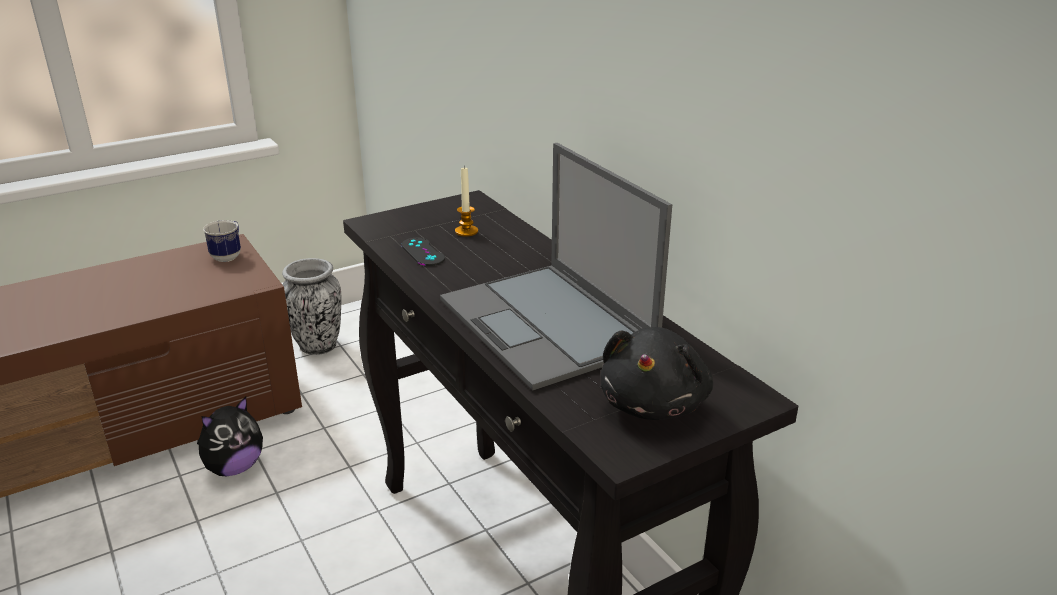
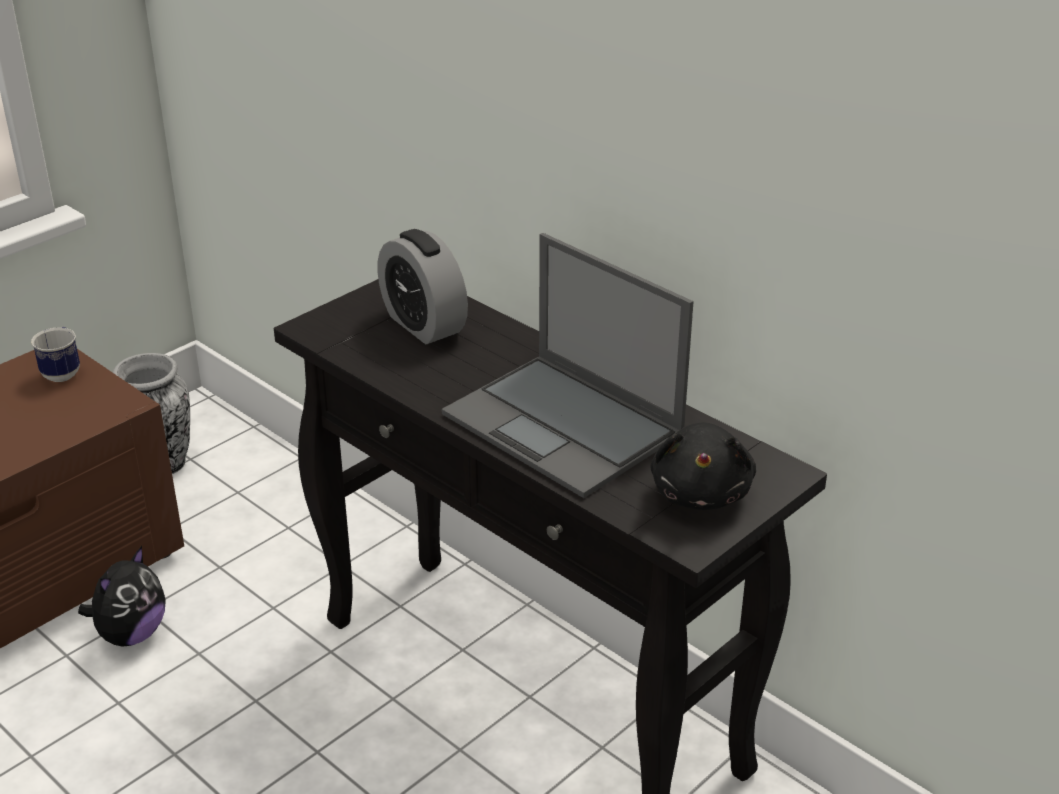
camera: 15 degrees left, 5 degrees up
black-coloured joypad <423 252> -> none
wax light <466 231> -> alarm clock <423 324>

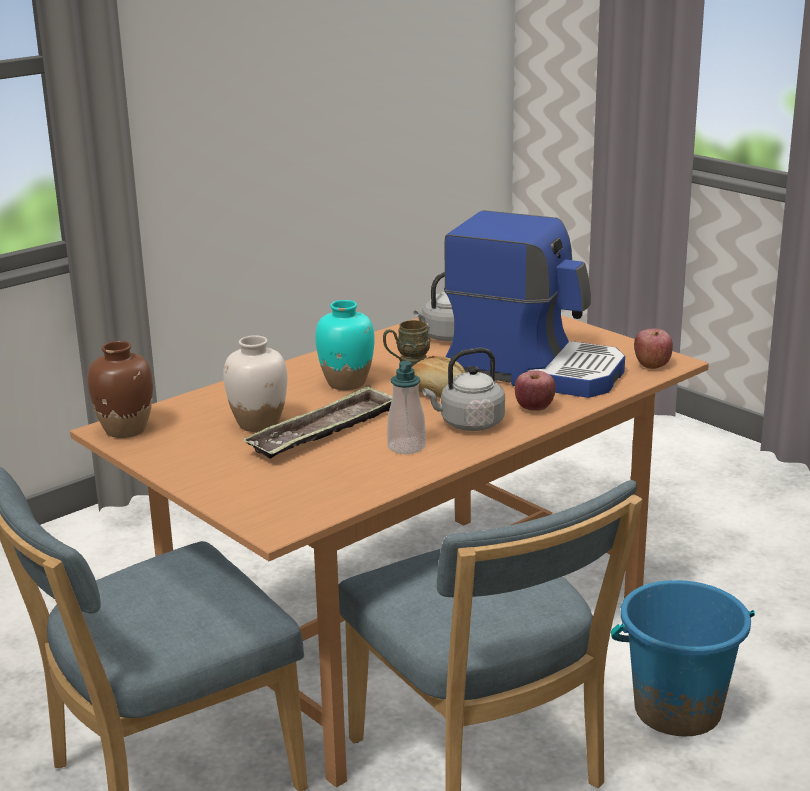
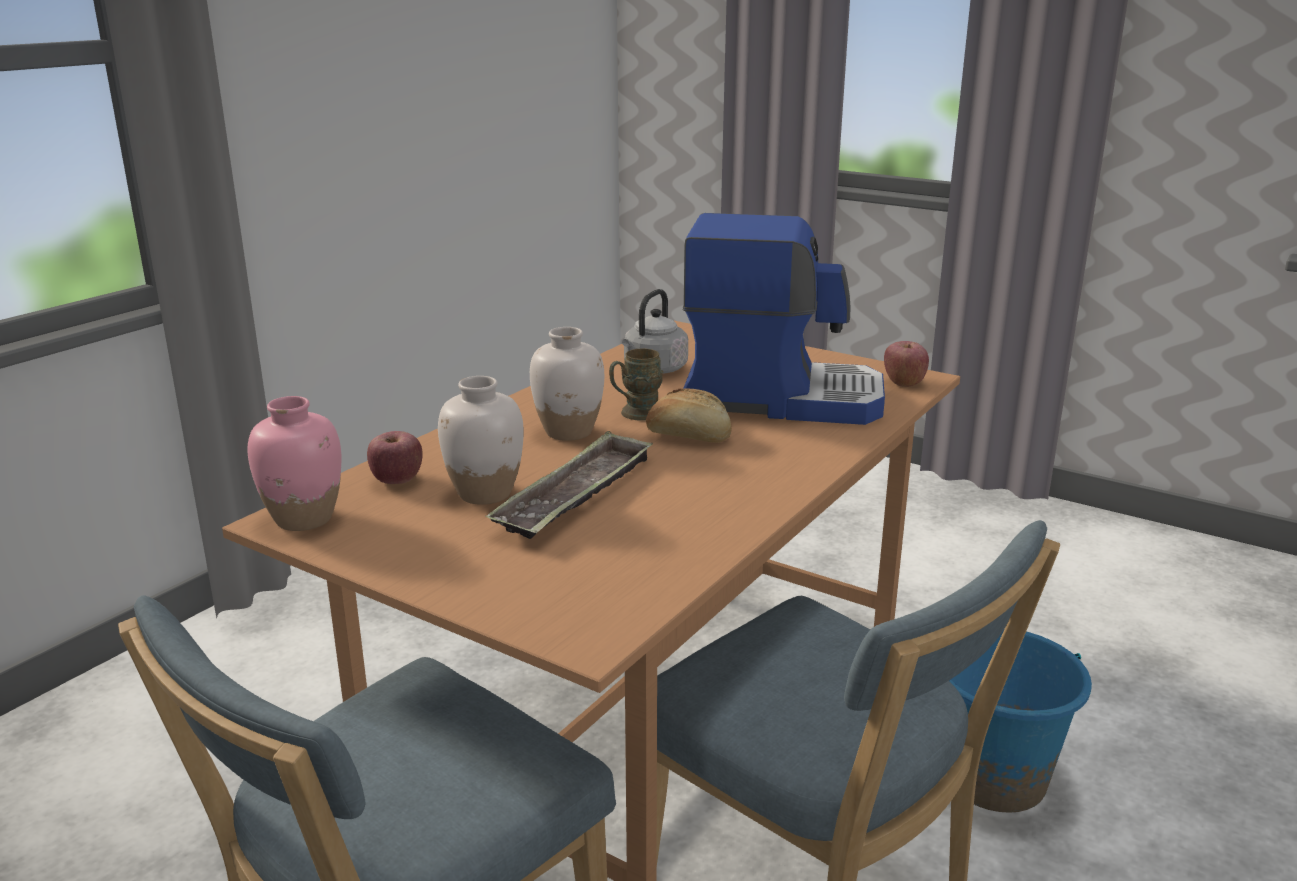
camera: 15 degrees left, 0 degrees up
liquid soap bottle <406 447> -> none
grey water kettle <468 424> -> none
whole apple <534 408> -> whole apple <397 481>, relocated
brown-coloured flower vase <126 430> -> pinkish flower vase <304 518>
turquoise flower vase <346 383> -> white flower vase <569 432>

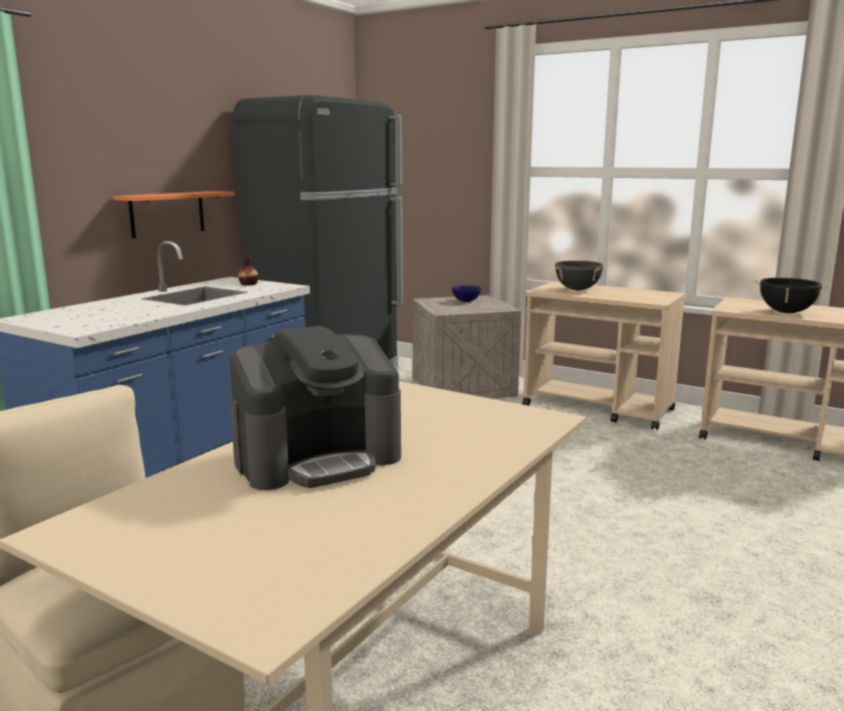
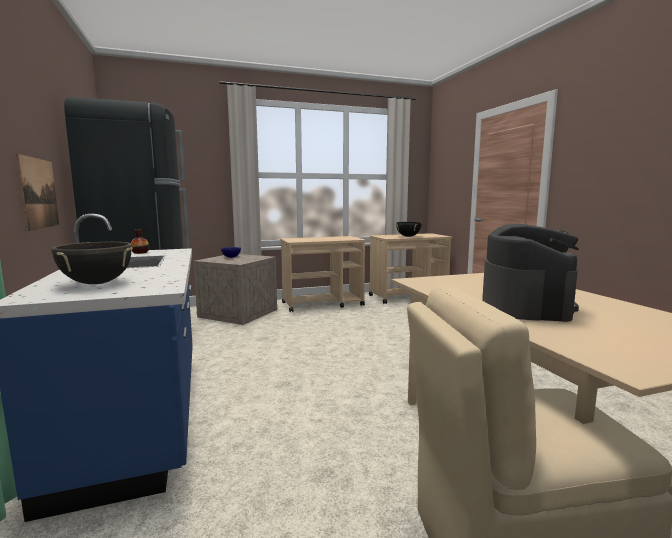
camera: 50 degrees left, 5 degrees down
black-coloured stockpot <577 290> -> black-coloured stockpot <97 283>, relocated
orange wall shelf <167 214> -> picture <39 193>

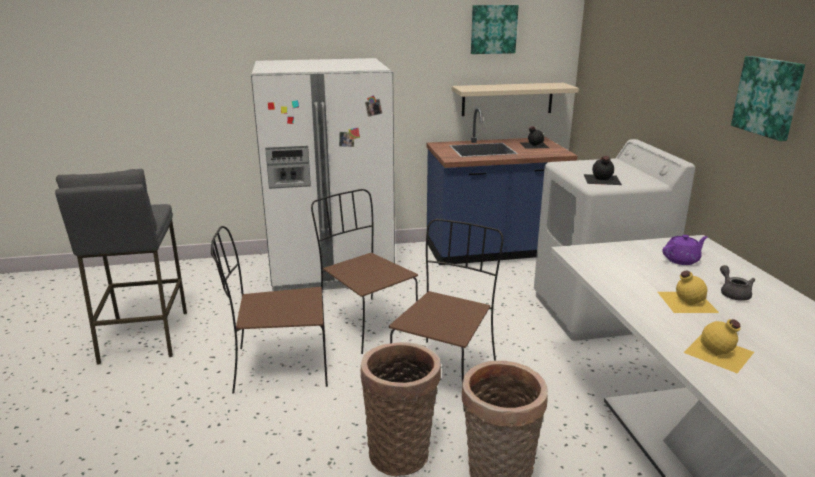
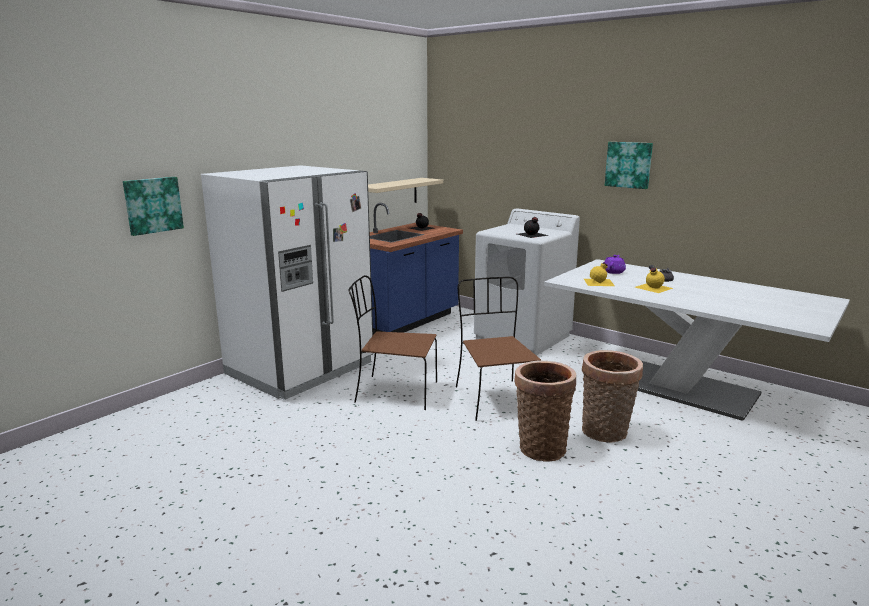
camera: 40 degrees left, 5 degrees down
grey sitting stool <143 337> -> none
brown-coloured chair <278 367> -> none
picture <493 29> -> picture <153 205>, relocated
yellowish drink bottle <719 353> -> yellowish drink bottle <599 282>, relocated

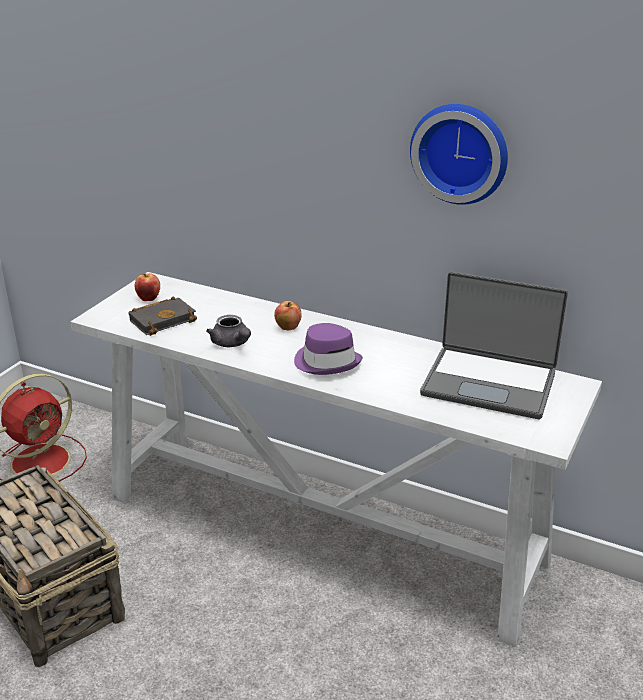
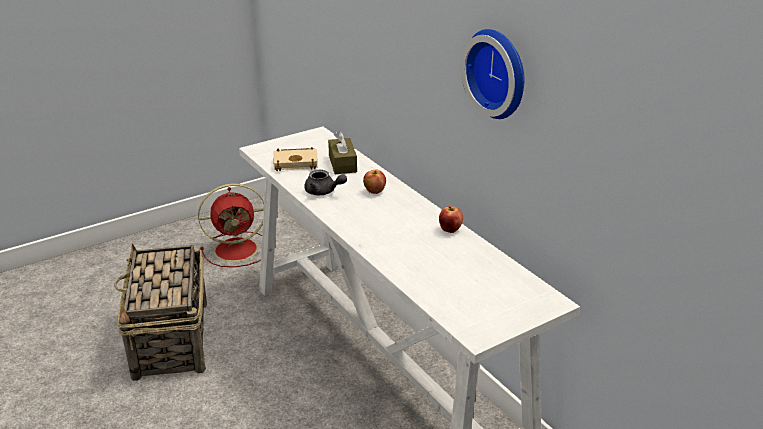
camera: 30 degrees right, 0 degrees up
purple-coloured clothing hat <327 361> -> none
laptop <489 383> -> none
none -> brown-coloured box of tissues <342 164>
whole apple <149 299> -> whole apple <450 230>, relocated
black-coloured book <163 319> -> sand-coloured book <297 162>
grey tea pot <232 343> -> grey tea pot <323 192>, 60 degrees counterclockwise

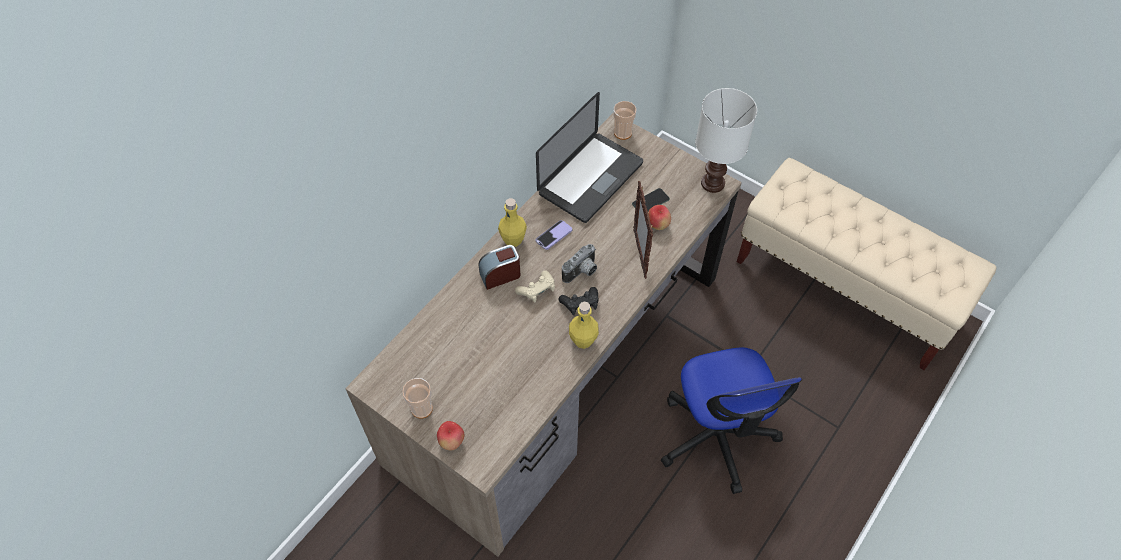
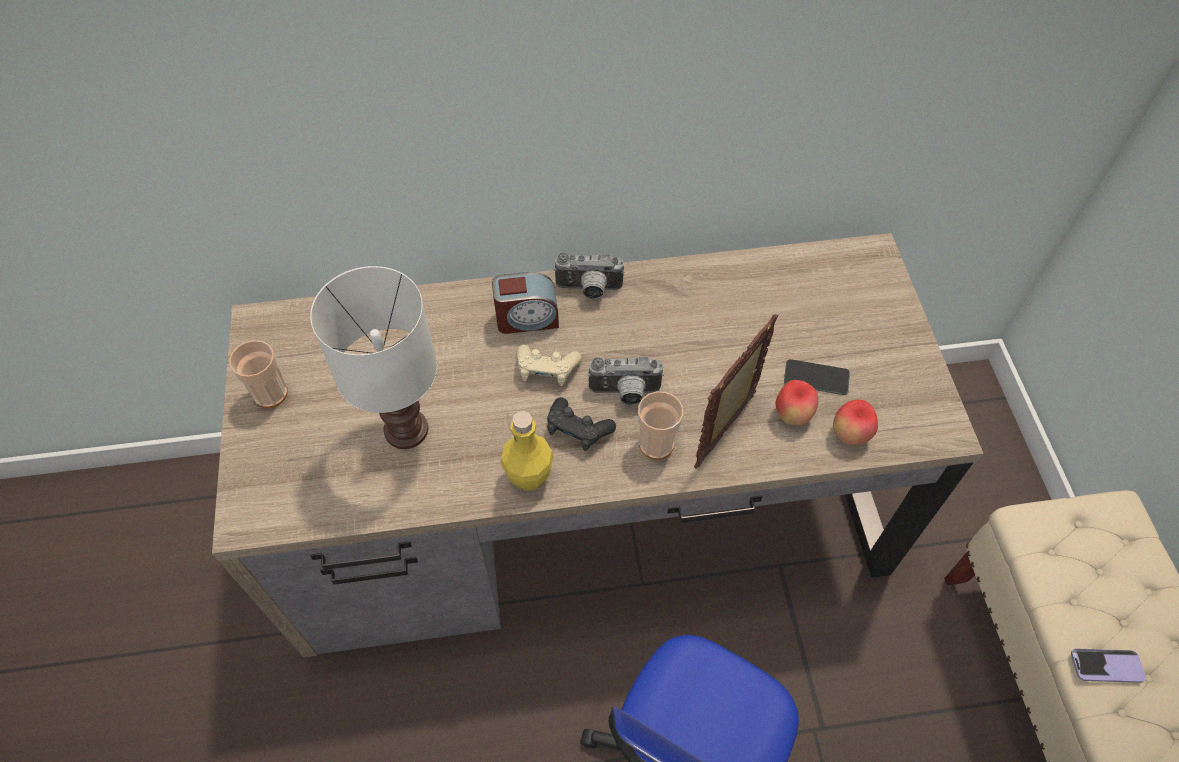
camera: 45 degrees right, 0 degrees up
laptop <590 178> -> none
whole apple <452 441> -> whole apple <849 435>, relocated
phone <554 235> -> phone <1106 666>, relocated
cup <623 133> -> cup <656 444>, relocated
white lamp for a table <712 184> -> white lamp for a table <404 431>, relocated
yellowish drink bottle <513 240> -> photo camera <589 290>
alarm clock <500 275> -> alarm clock <527 318>, 150 degrees clockwise

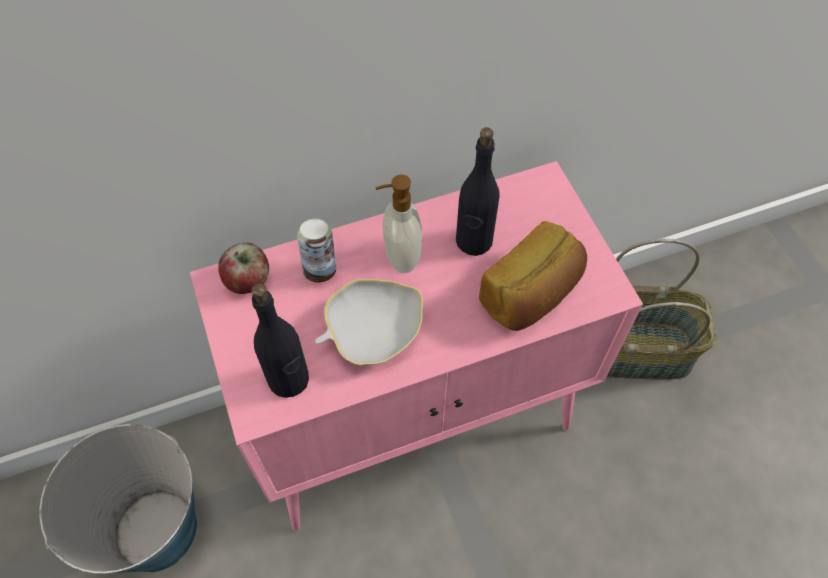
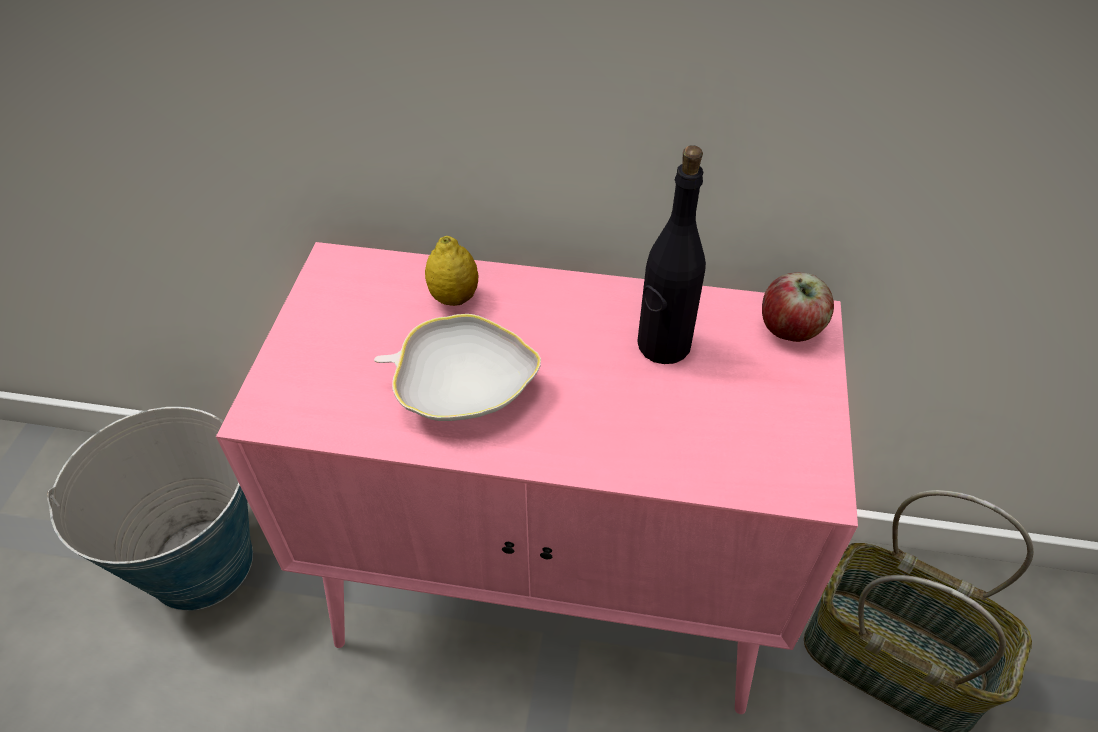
camera: 30 degrees right, 10 degrees down
black-coloured drink bottle <289 380> -> none
liquid soap bottle <400 256> -> none
bakery bread <532 293> -> none
whole apple <248 281> -> whole apple <790 329>, relocated
can <320 269> -> whole lemon <454 297>

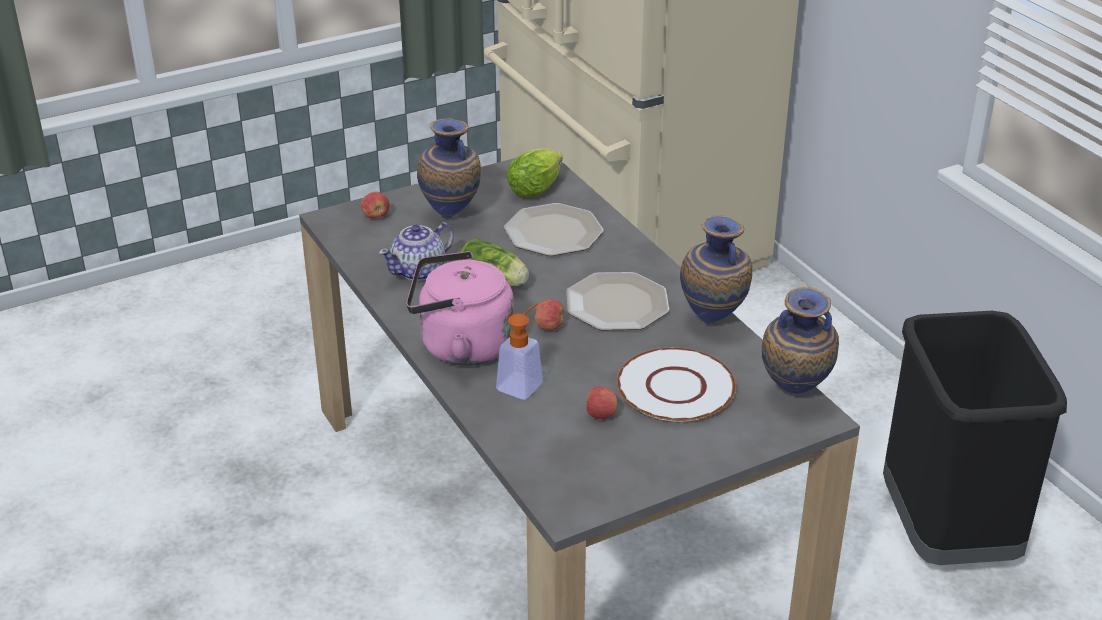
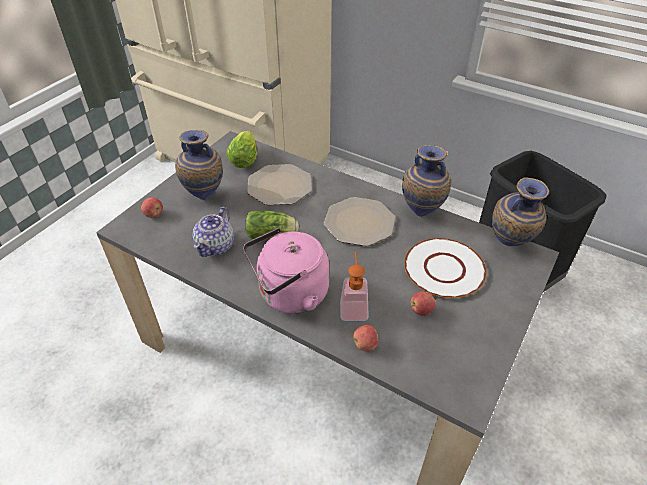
camera: 30 degrees left, 10 degrees up
whole apple <549 326> -> whole apple <365 344>, relocated

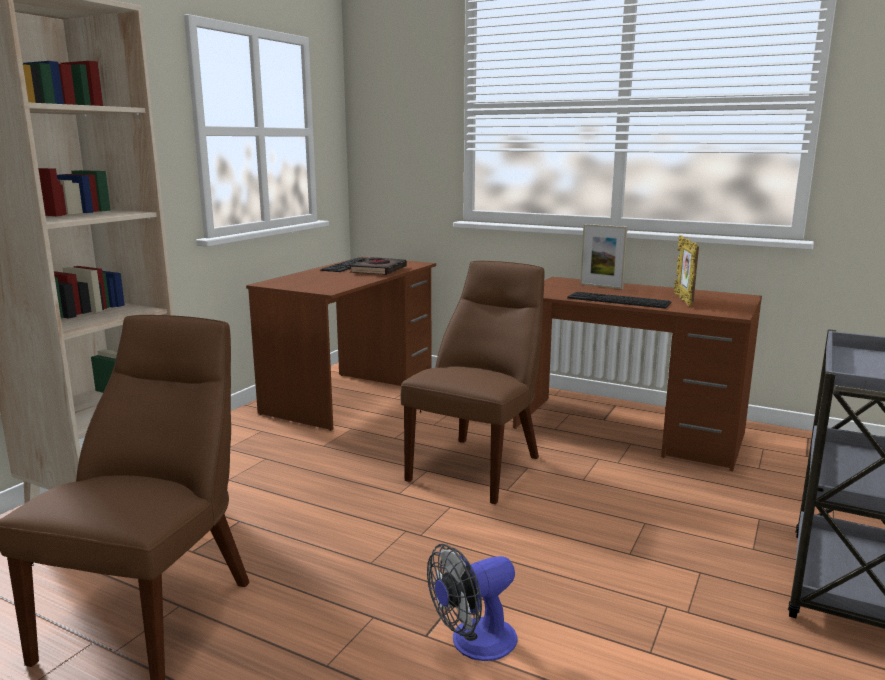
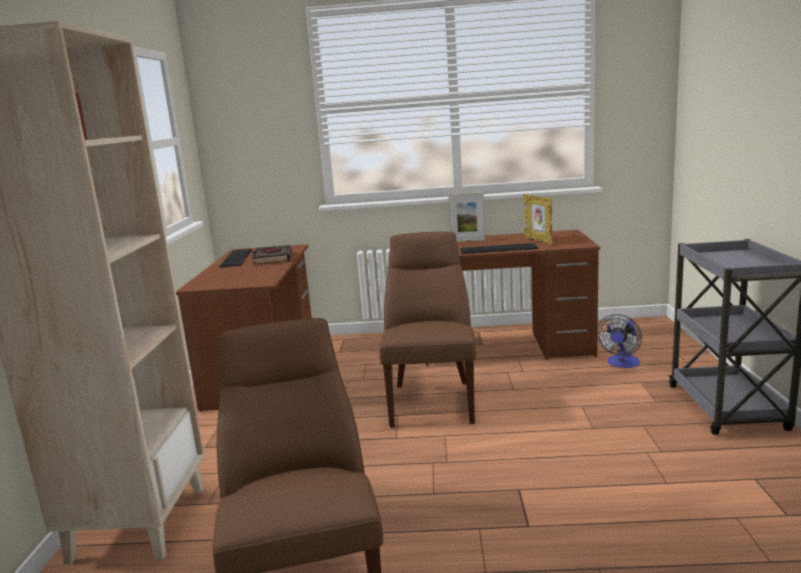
camera: 25 degrees left, 0 degrees up
electric fan <474 643> -> electric fan <621 364>, relocated

